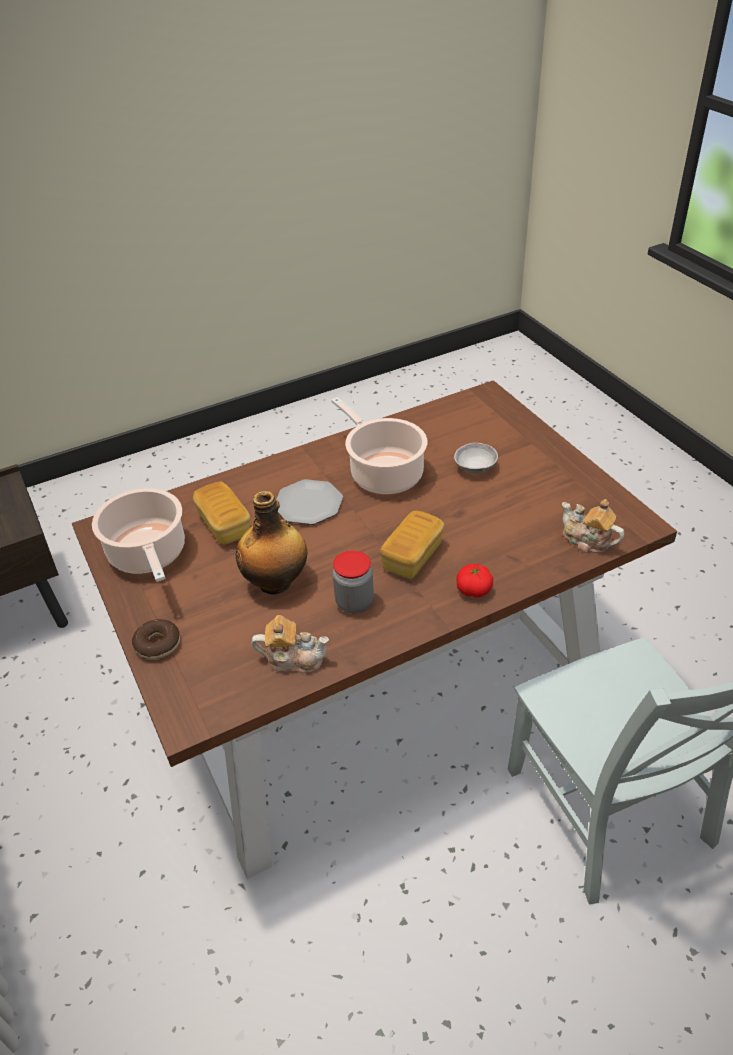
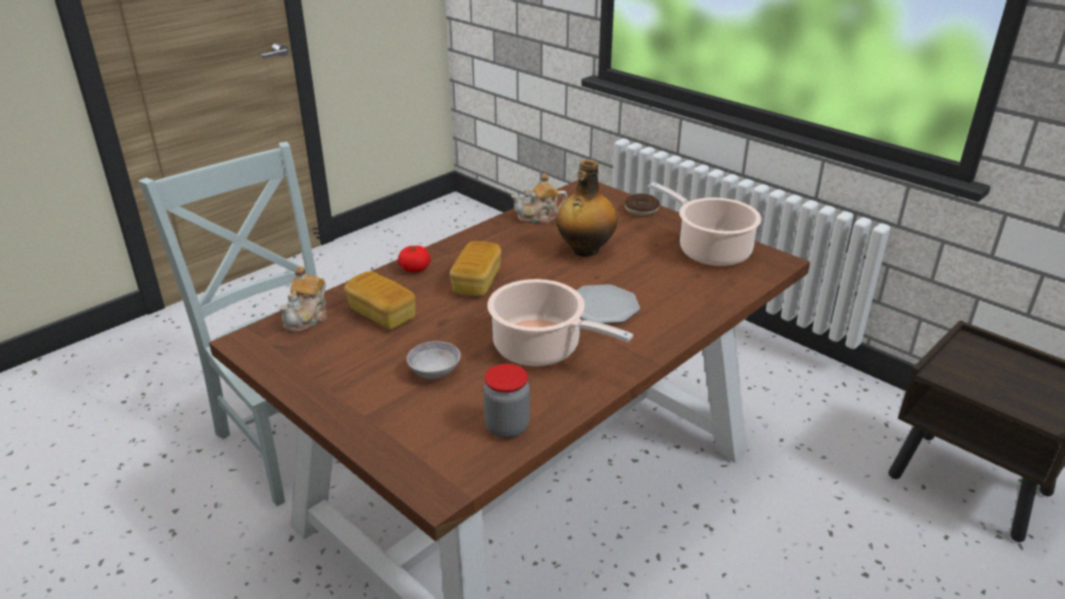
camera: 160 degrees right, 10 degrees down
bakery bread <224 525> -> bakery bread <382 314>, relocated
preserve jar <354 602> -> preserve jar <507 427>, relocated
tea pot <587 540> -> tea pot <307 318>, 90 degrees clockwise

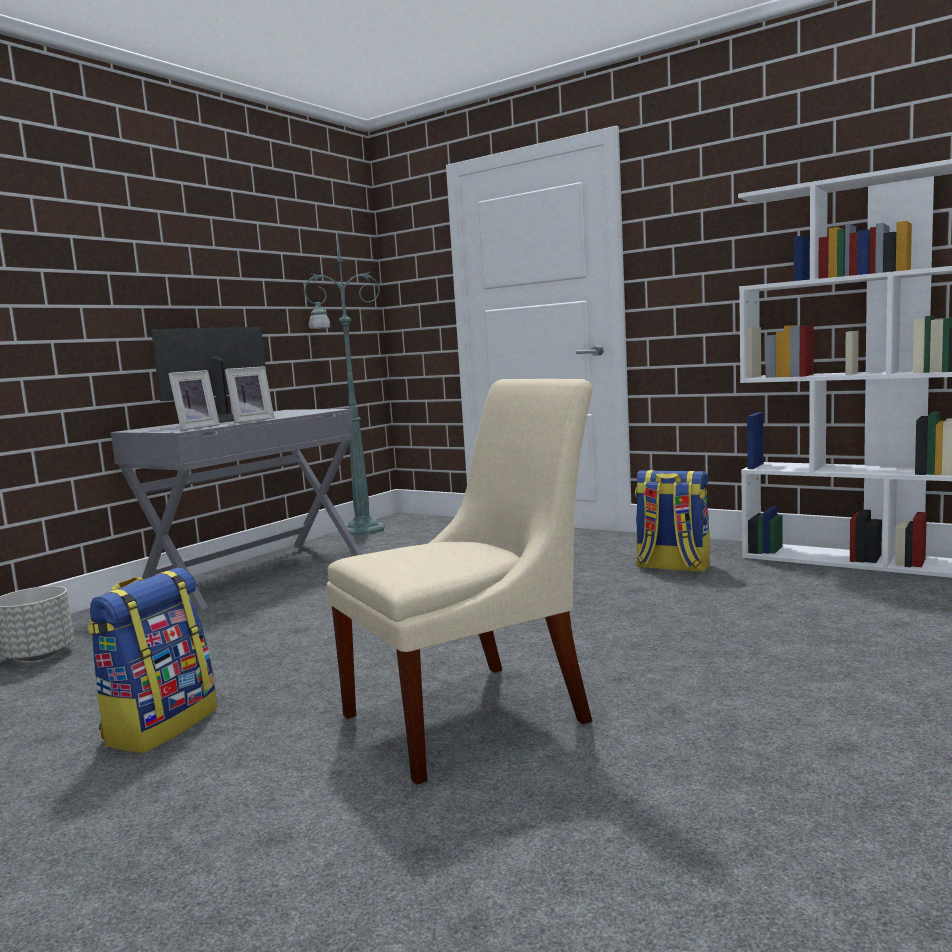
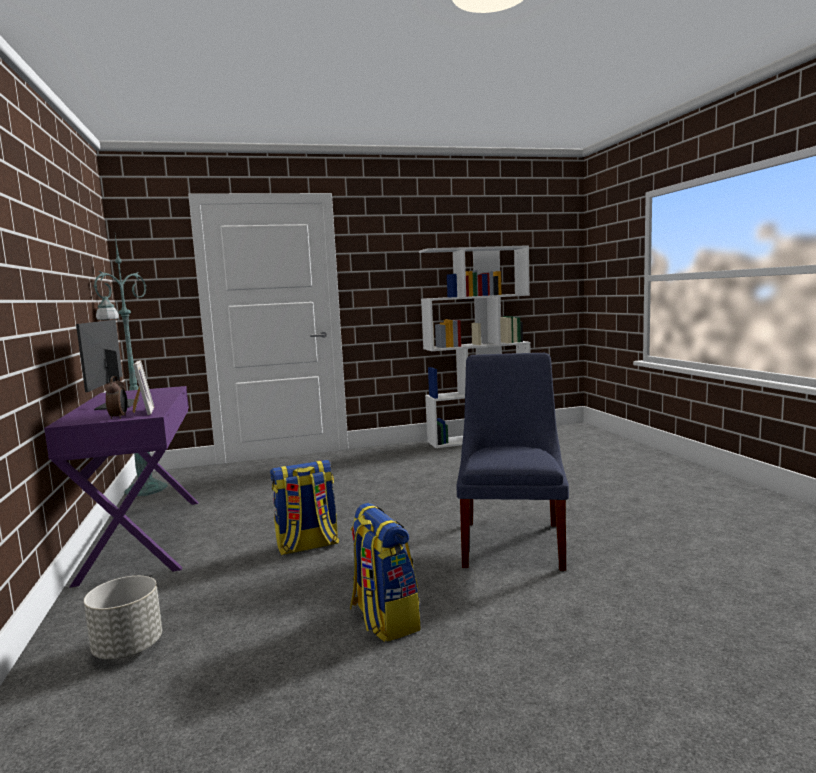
camera: 50 degrees left, 0 degrees up
standing frame <250 420> -> none
none -> alarm clock <119 417>
rucksack <672 567> -> rucksack <307 546>, relocated
grey desk table <255 572> -> purple-coloured desk table <143 538>
sand-coloured chair <475 715> -> blue chair <513 541>

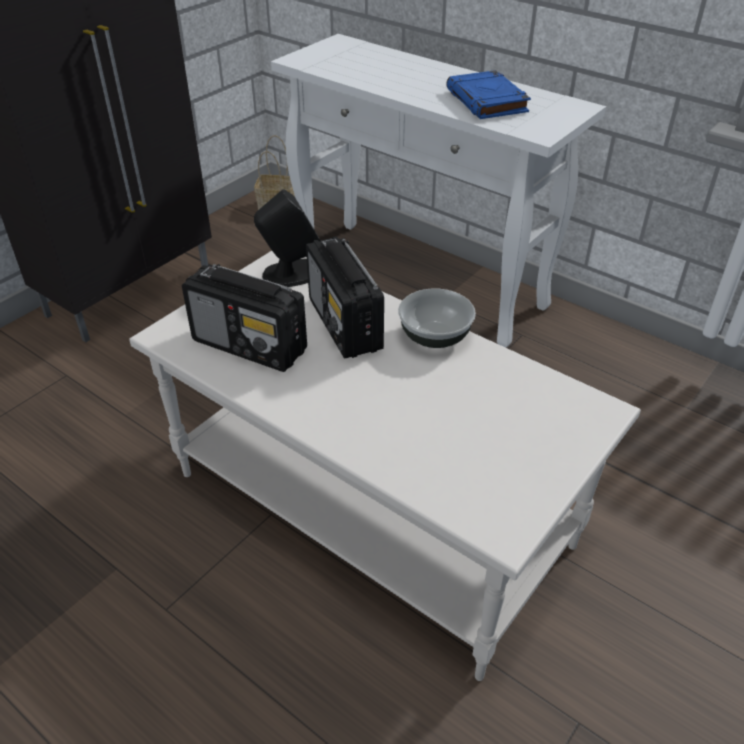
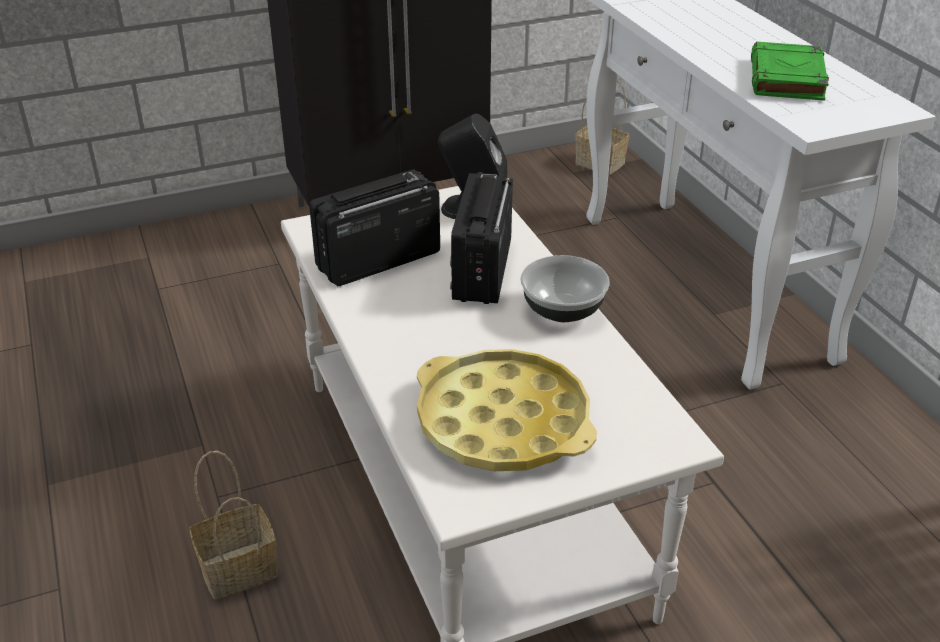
camera: 30 degrees right, 5 degrees down
none -> storage basket <237 572>
none -> yellowish tray <503 422>
blue book <487 101> -> green book <787 79>
radio set <250 346> -> radio set <377 260>, 90 degrees clockwise

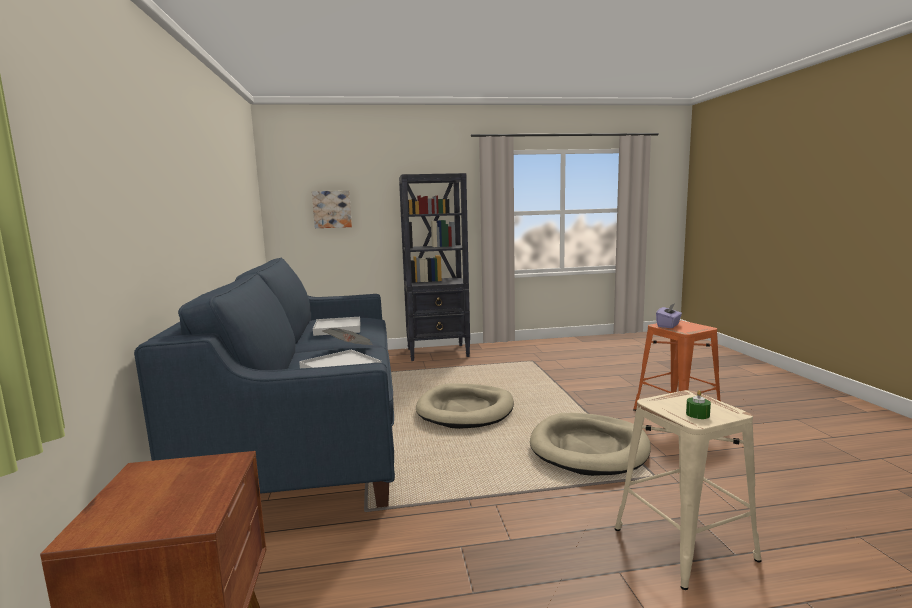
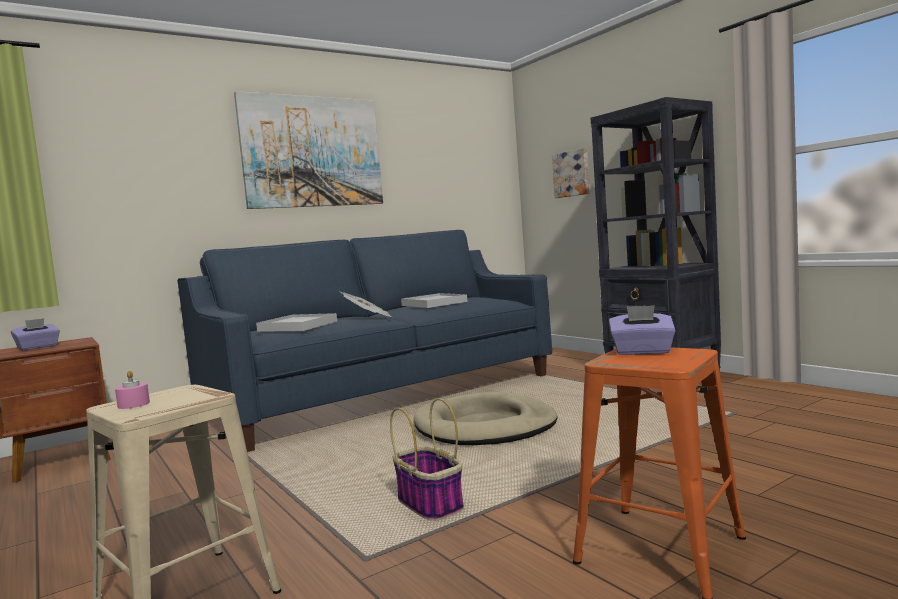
camera: 65 degrees right, 5 degrees down
none -> purple-coloured box of tissues <38 347>
none -> picture <312 152>
sand-coloured dog bed <589 448> -> storage basket <431 505>
green wax light <697 414> -> pinkish wax light <133 404>

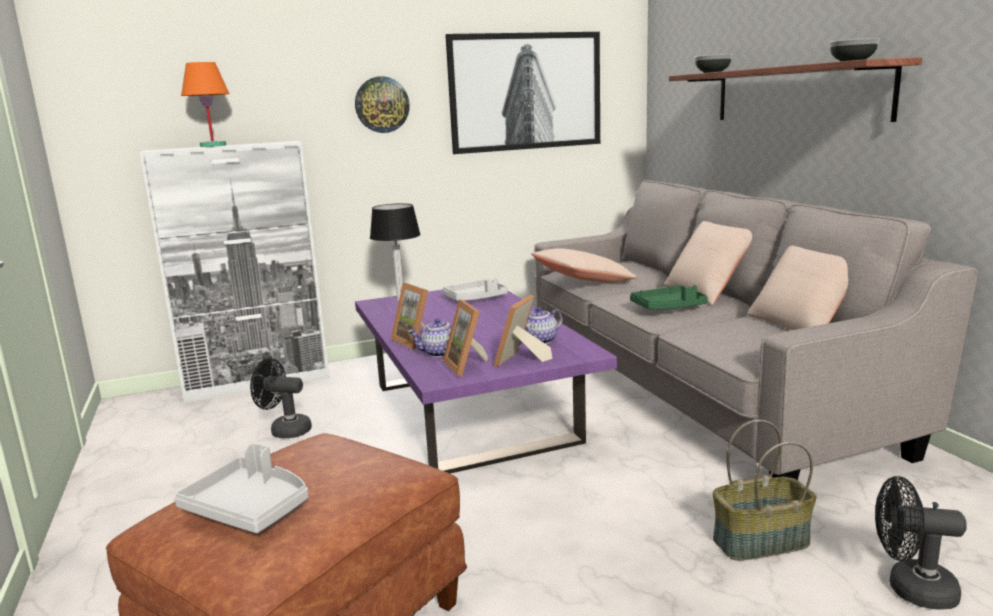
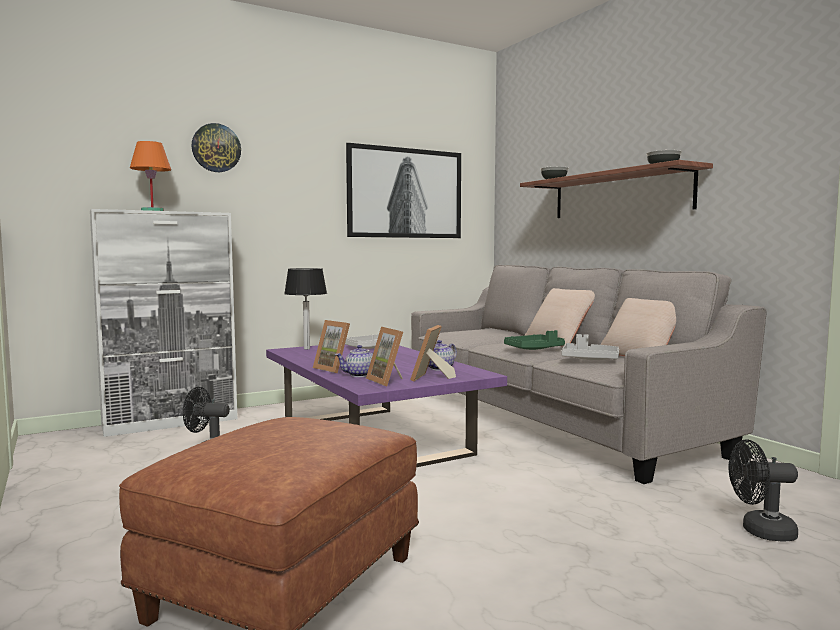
camera: 10 degrees left, 10 degrees down
sand-coloured pillow <582 281> -> none
storage basket <761 542> -> none
grey tray <249 508> -> grey tray <589 359>, relocated
clock on the wall <382 104> -> clock on the wall <216 148>, relocated

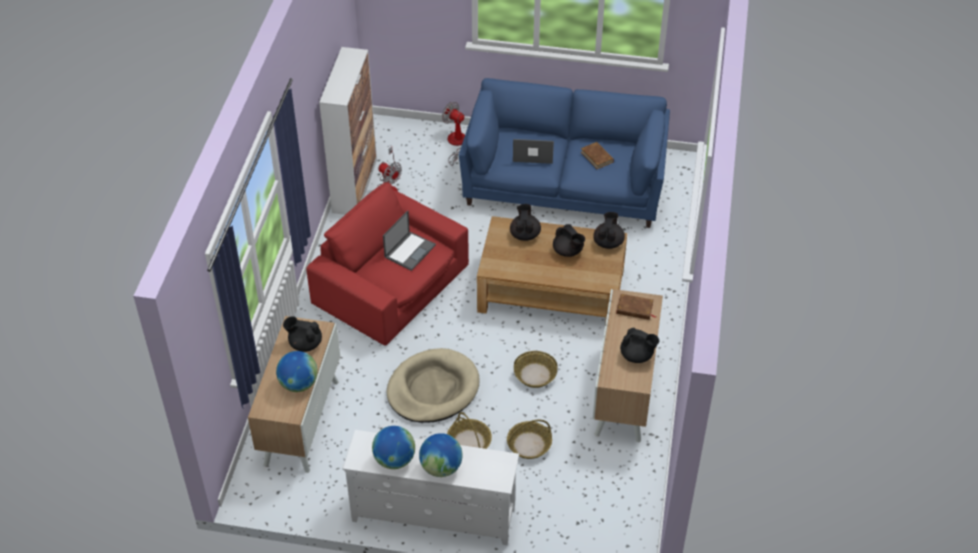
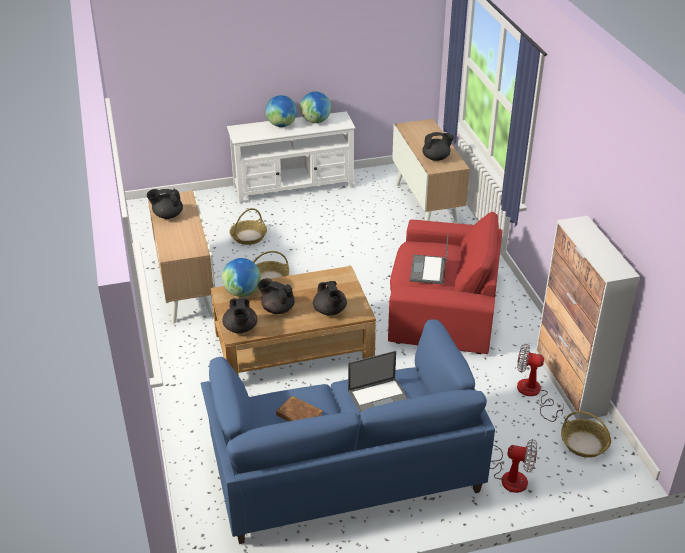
camera: 155 degrees right, 10 degrees down
sand-coloured dog bed <433 389> -> none
brown-coloured book <634 309> -> none
globe <298 384> -> globe <242 292>, relocated
storage basket <468 442> -> storage basket <584 443>, relocated

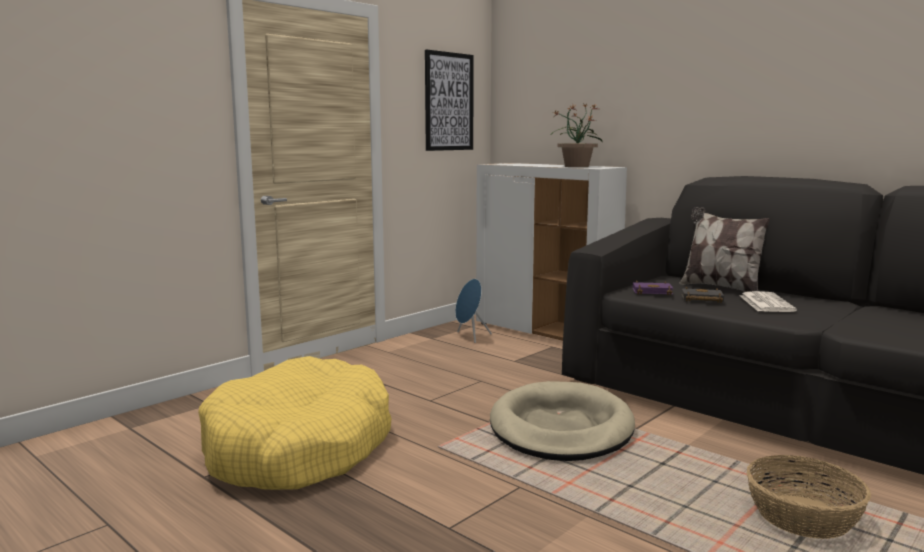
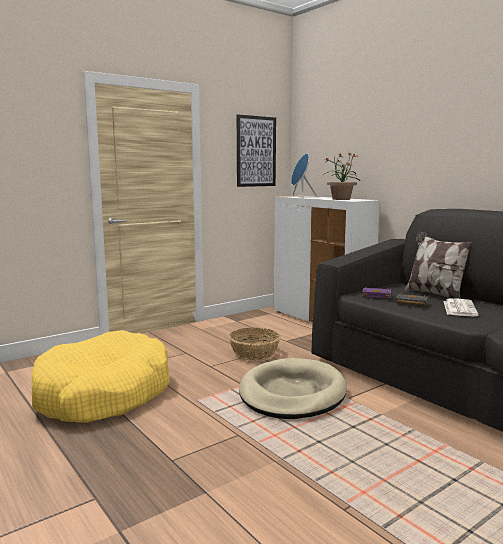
camera: 10 degrees right, 0 degrees up
blue audio speaker <470 337> -> blue audio speaker <301 197>, relocated
storage basket <803 517> -> storage basket <254 353>, relocated

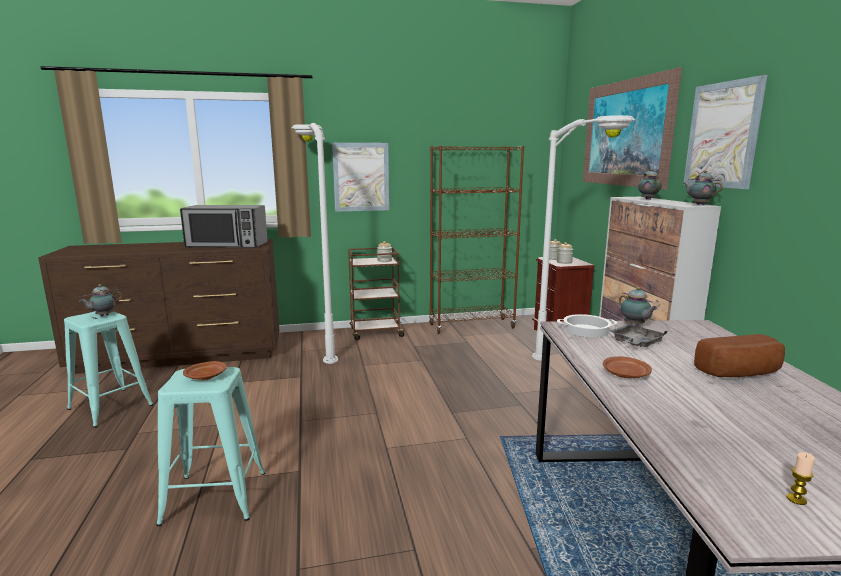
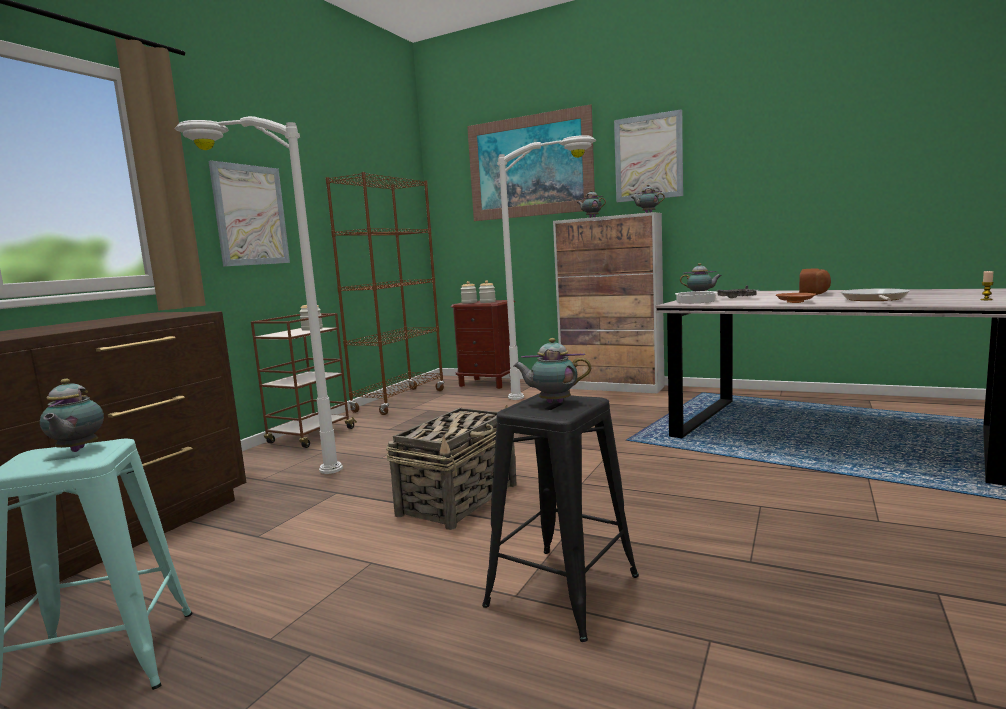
camera: 50 degrees left, 5 degrees down
kitchen microwave <227 245> -> none
none -> storage basket <459 499>
none -> pan <874 299>
brown-coloured flat dish <206 376> -> tea pot <552 402>
turquoise sitting stool <215 497> -> black-coloured sitting stool <562 591>

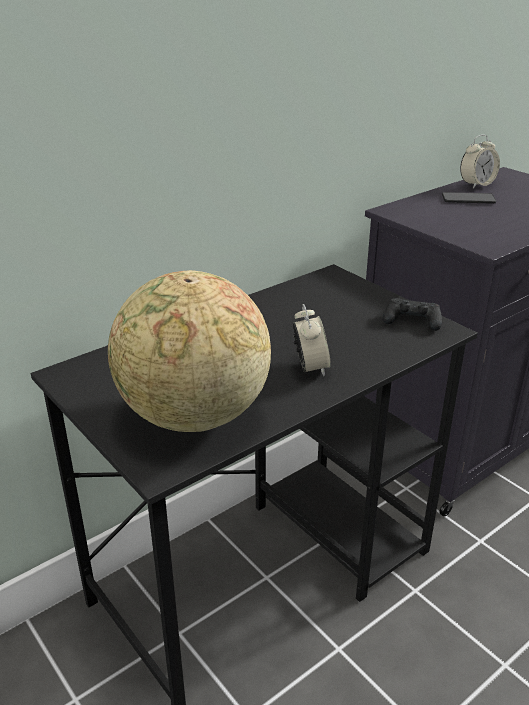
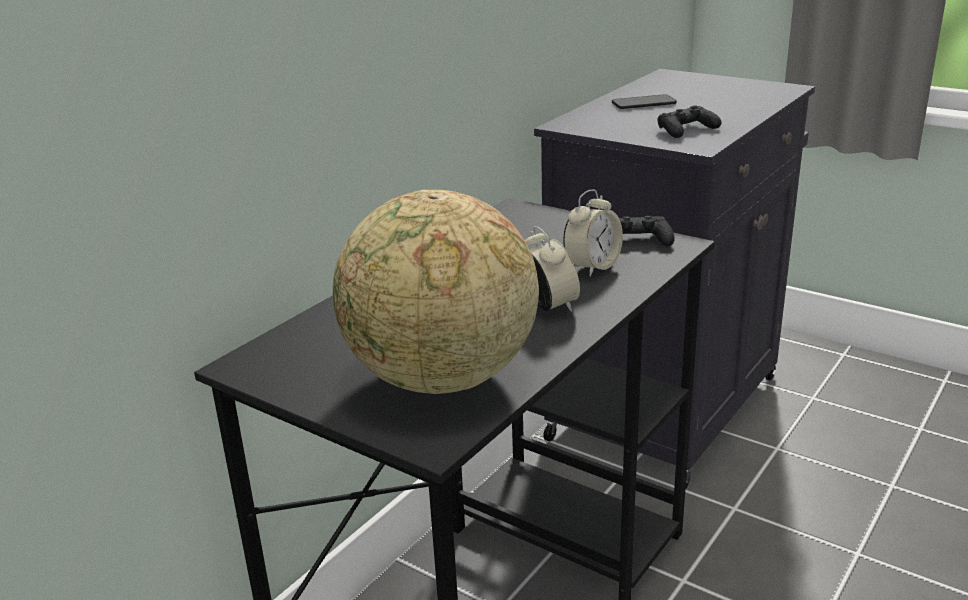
camera: 15 degrees left, 5 degrees down
none -> black-coloured joypad <686 130>
alarm clock <476 184> -> alarm clock <592 267>, relocated

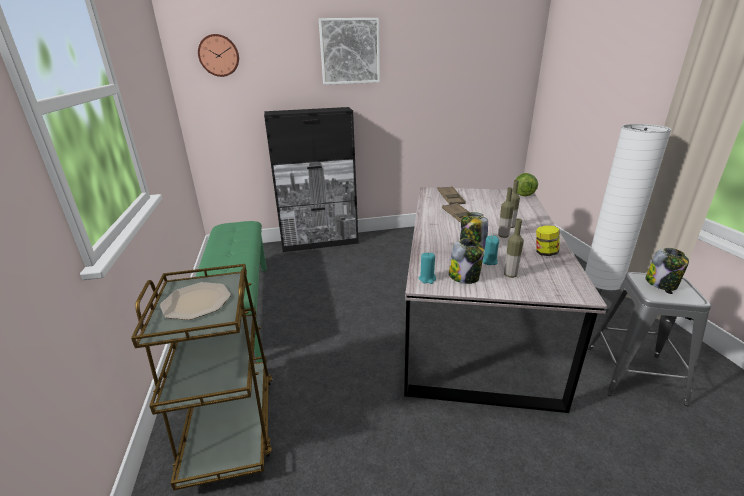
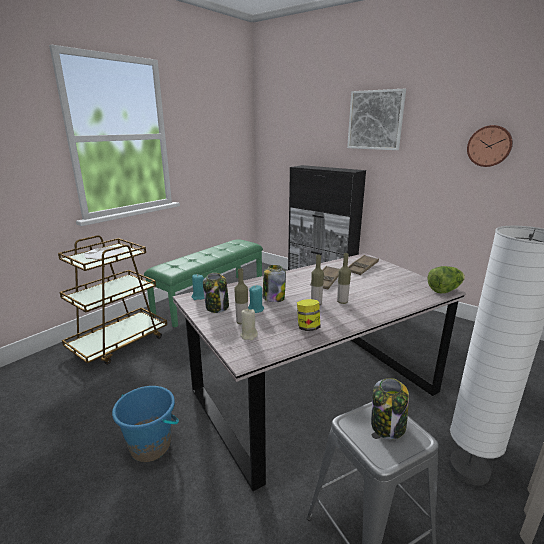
camera: 50 degrees right, 5 degrees down
none -> blue pail <151 446>
none -> sand-coloured wax light <249 335>
clock on the wall <219 55> -> clock on the wall <489 146>, relocated

